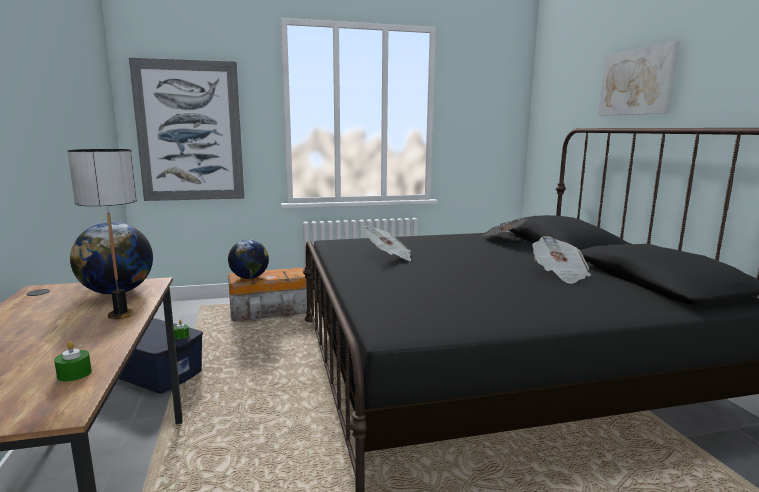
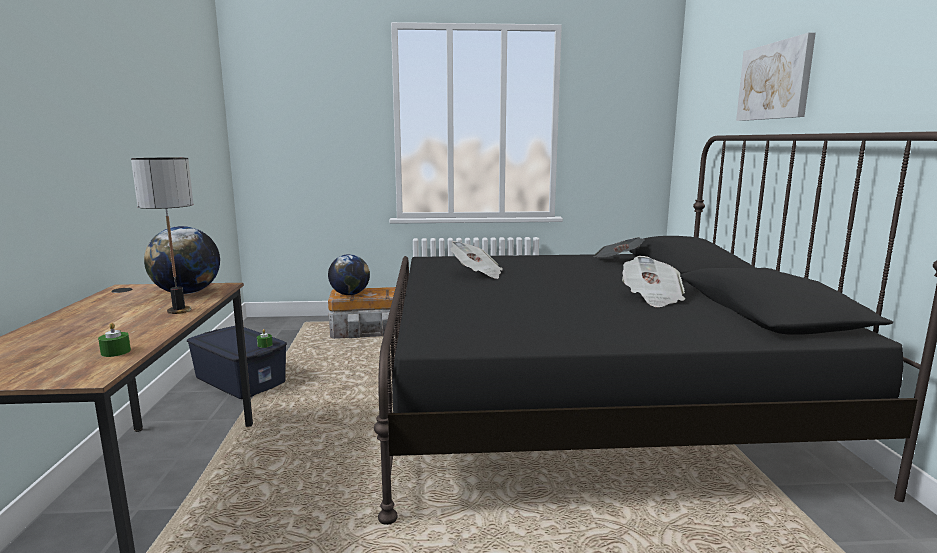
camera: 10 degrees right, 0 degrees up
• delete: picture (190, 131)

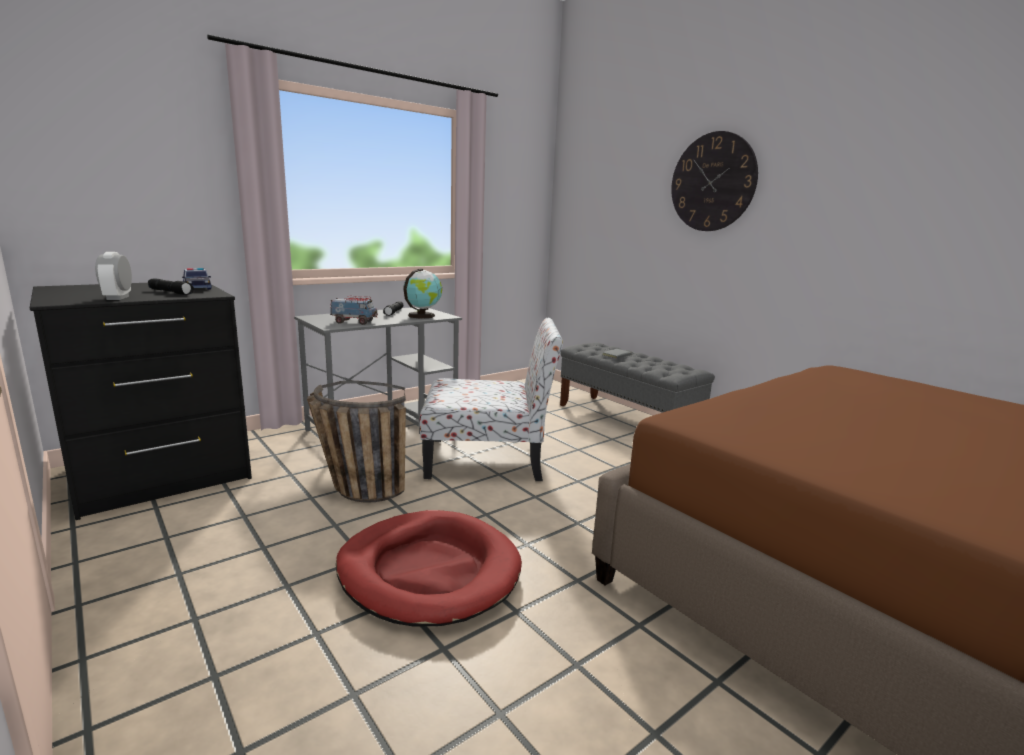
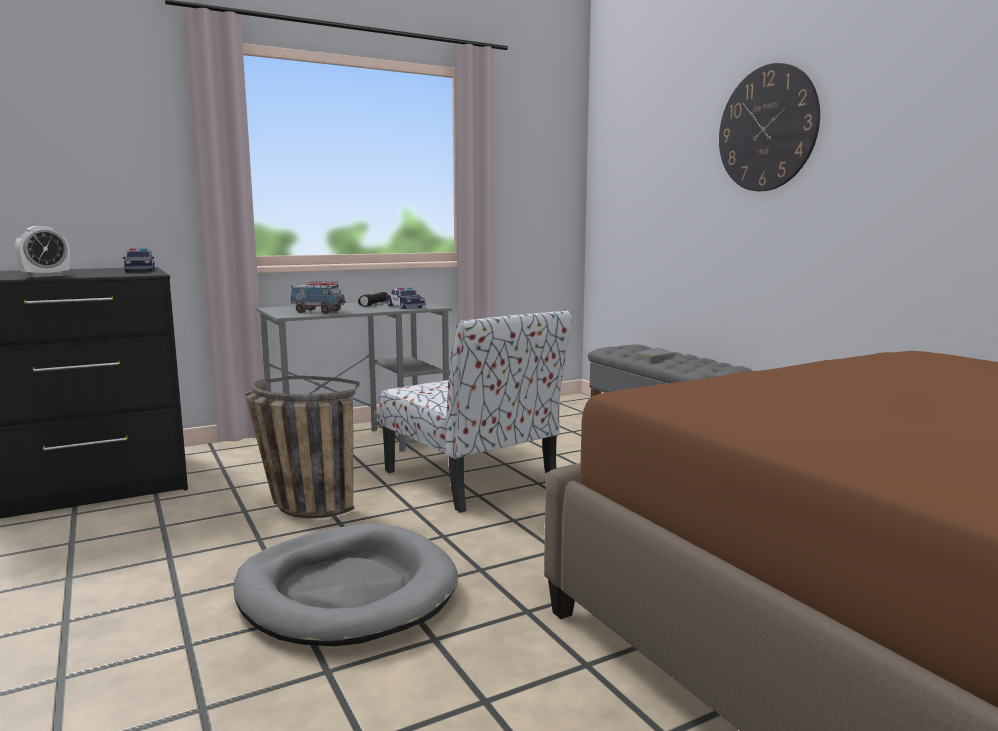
camera: 10 degrees right, 5 degrees down
• rotate: alarm clock (118, 298) = (45, 276) 135 degrees counterclockwise
• recolor: dog bed/red (429, 571) to dog bed/grey (346, 591)
• rotate: chair (488, 459) = (472, 479) 45 degrees clockwise
• replace: globe (422, 315) to toy car (405, 306)
• delete: flashlight/black (171, 292)

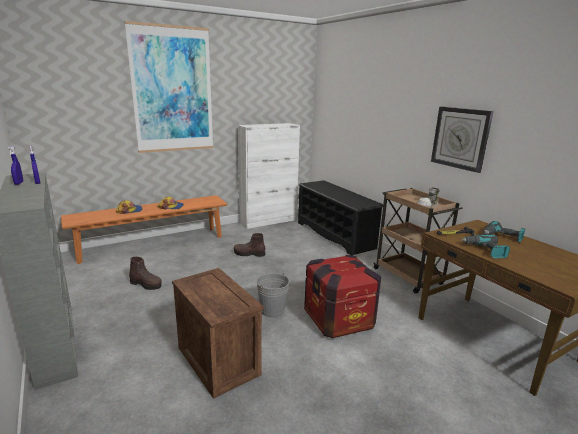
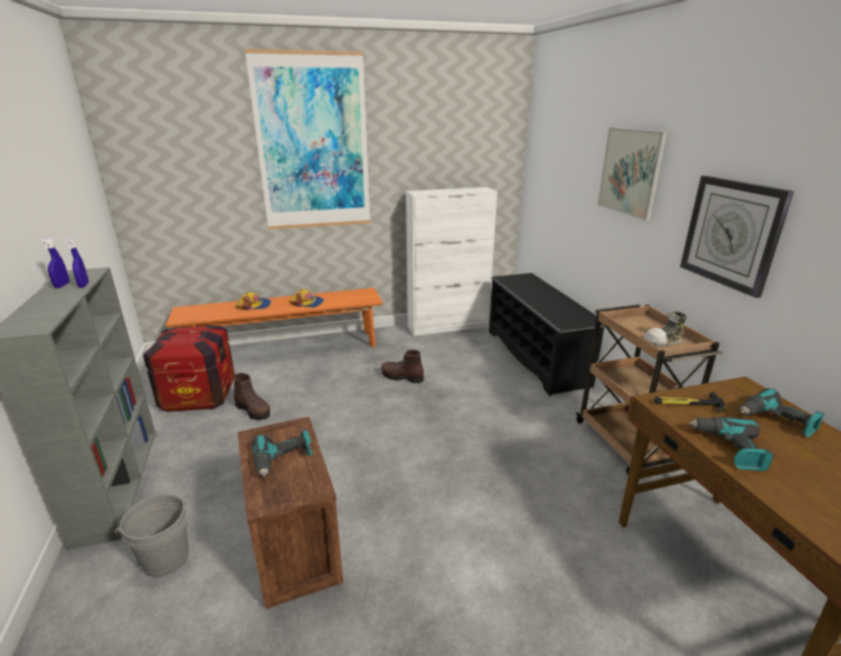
camera: 15 degrees right, 5 degrees up
• move: bucket/grey (272, 310) to (166, 559)
• move: crate (338, 320) to (199, 395)
• insert: power drill (283, 459)
• insert: picture (630, 172)

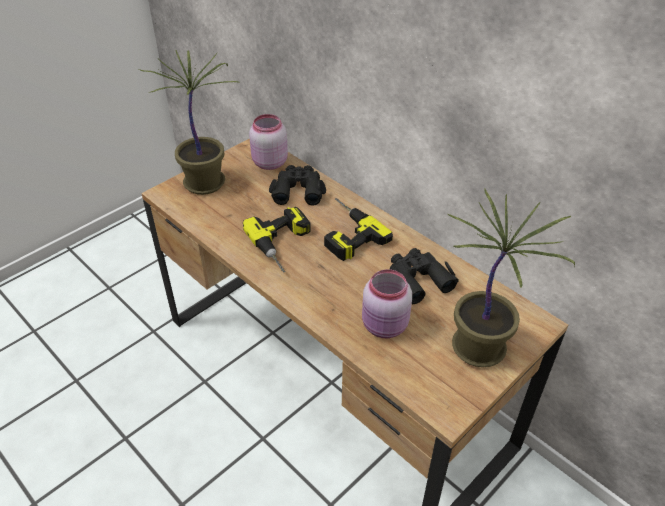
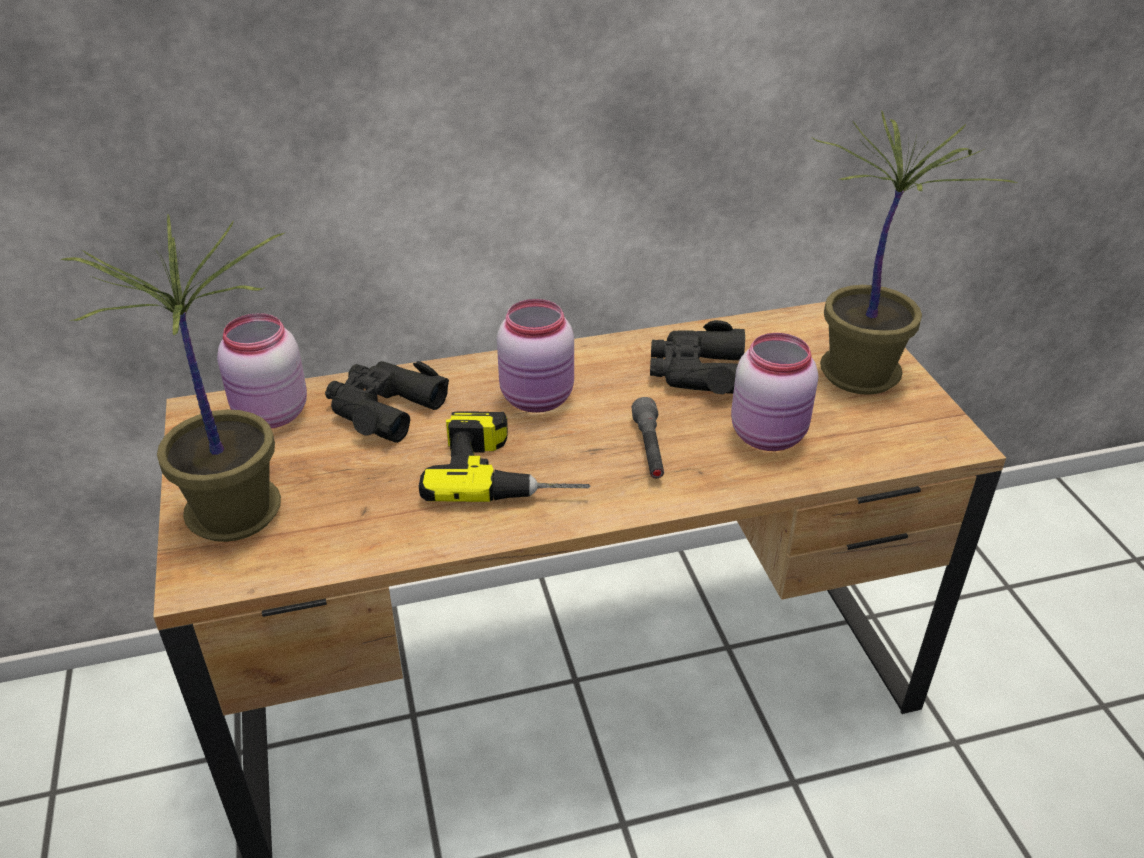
camera: 60 degrees left, 5 degrees down
• replace: power drill (345, 232) to jar/pink (539, 399)
• insert: flashlight/grey (649, 449)

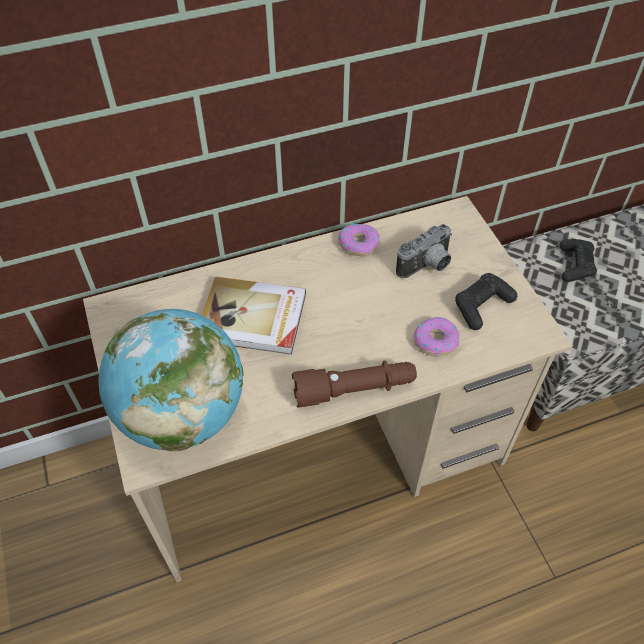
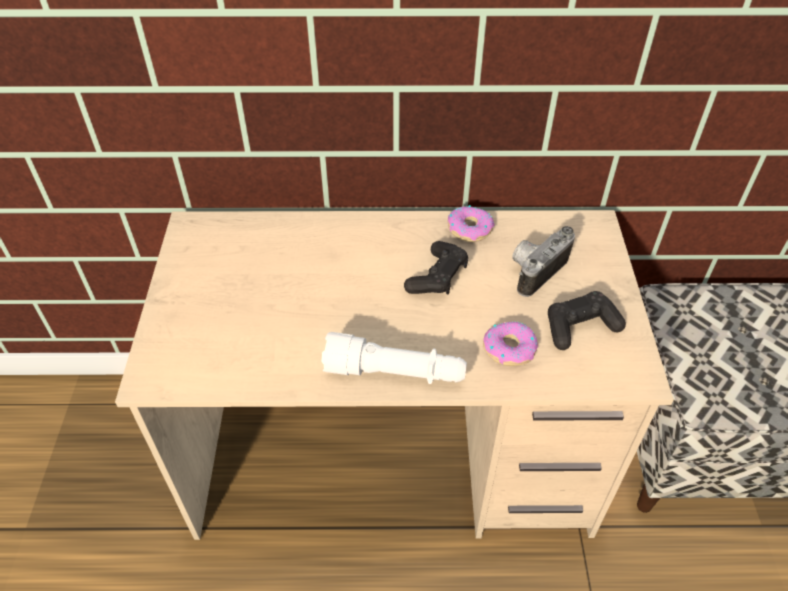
camera: 20 degrees right, 5 degrees down
• recolor: flashlight/brown (354, 389) to flashlight/white (395, 373)
• move: game controller/black (575, 265) to (437, 277)
• rotate: photo camera (427, 267) = (535, 270) 150 degrees clockwise
• delete: globe (183, 414)
• delete: book (253, 318)

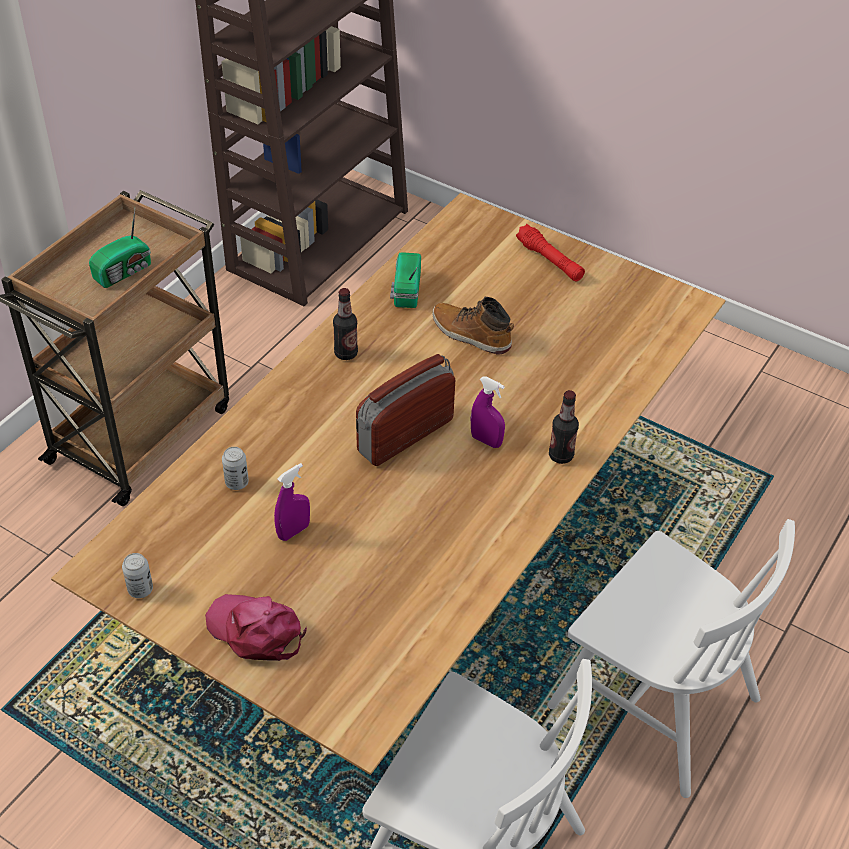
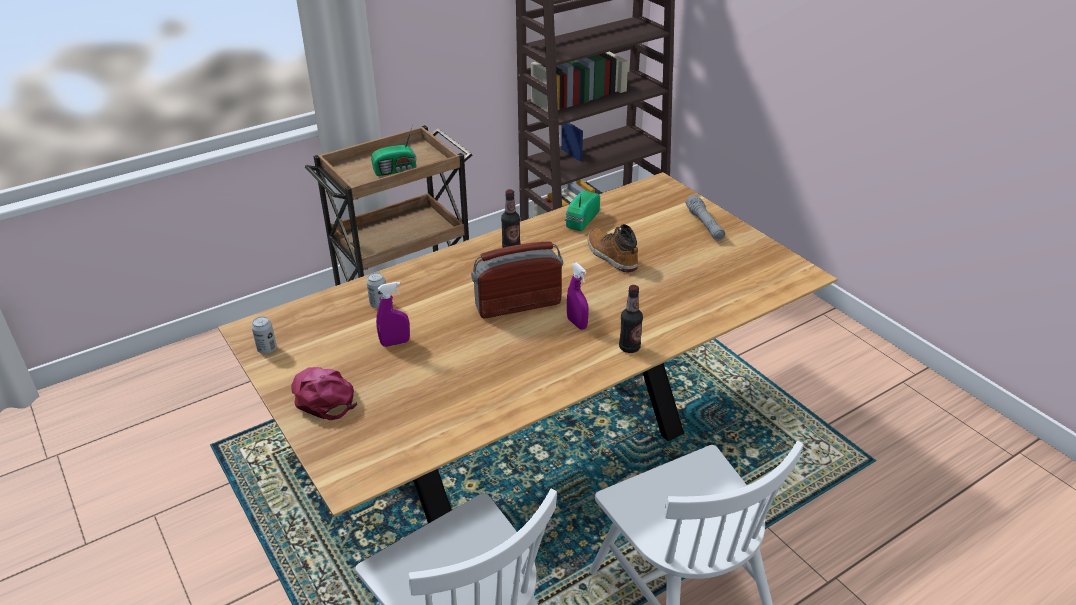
camera: 25 degrees right, 10 degrees down
• recolor: flashlight/red (549, 261) to flashlight/grey (704, 224)

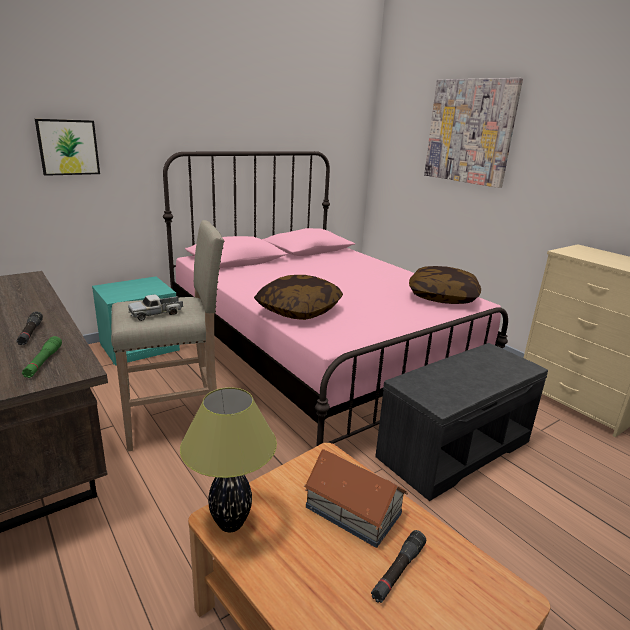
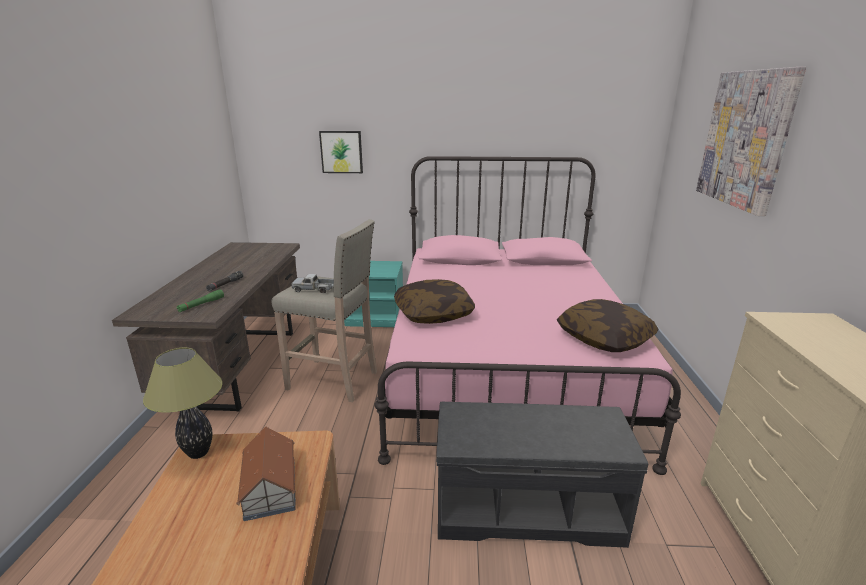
camera: 40 degrees right, 0 degrees up
• delete: flashlight/black (398, 571)

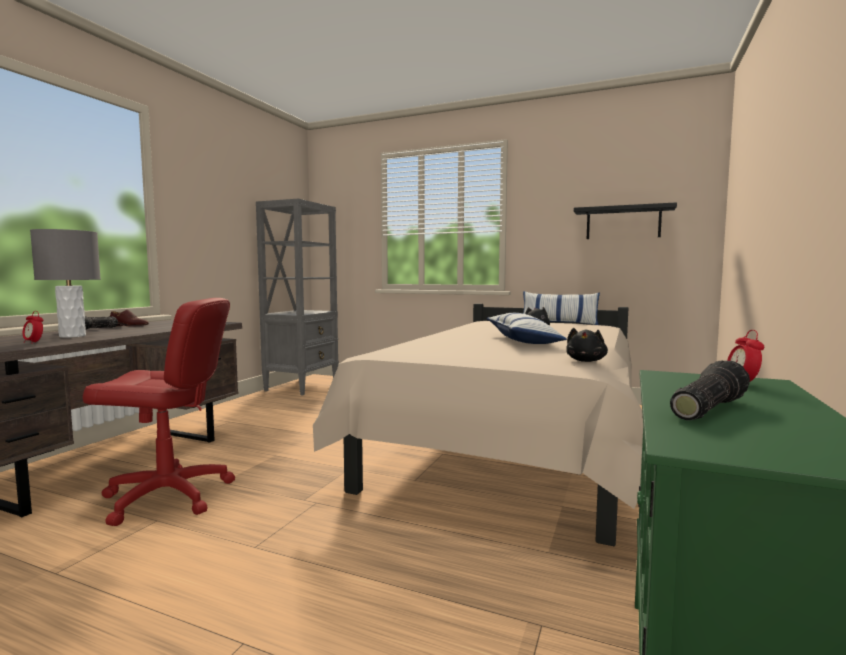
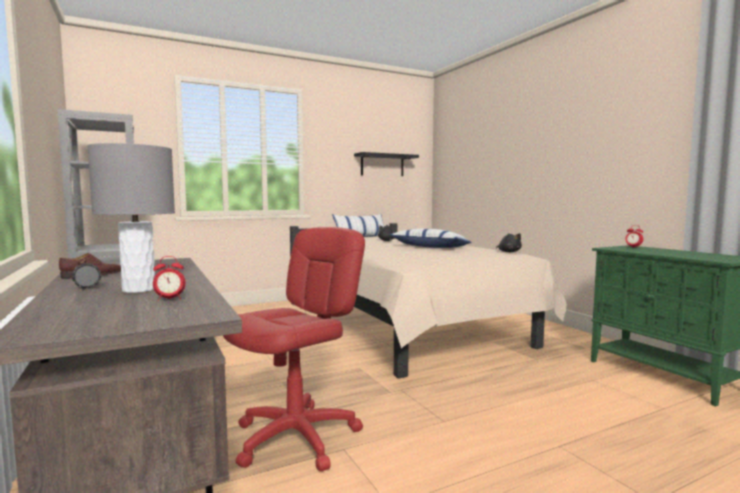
camera: 50 degrees left, 0 degrees up
• delete: flashlight (705, 408)

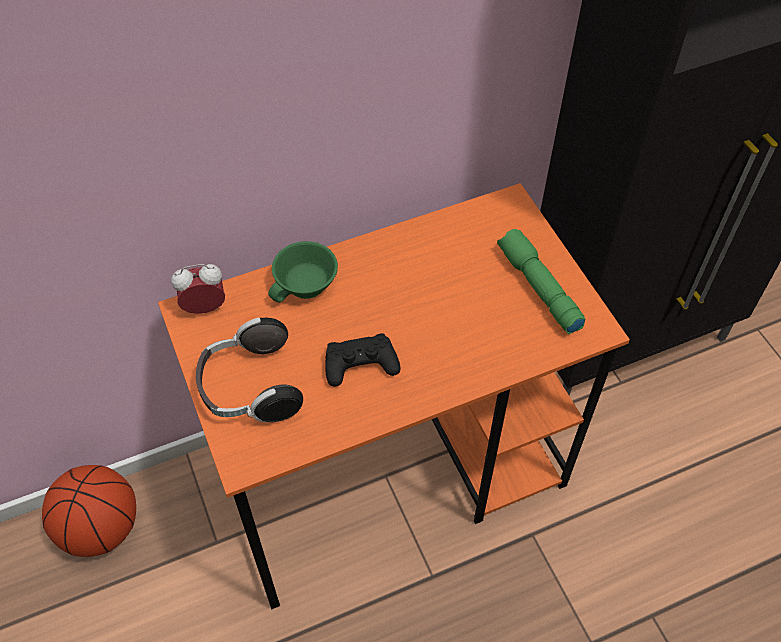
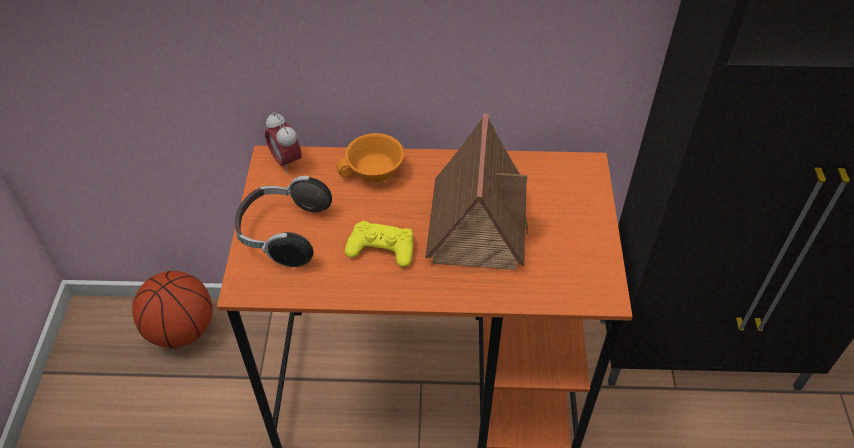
camera: 25 degrees right, 5 degrees down
• rotate: alarm clock (205, 307) = (286, 161) 135 degrees counterclockwise
• recolor: cup/green (306, 286) to cup/orange (374, 173)
• recolor: game controller/black (360, 364) to game controller/yellow (381, 248)
• insert: toy house (477, 222)
• delete: flashlight/green (537, 288)

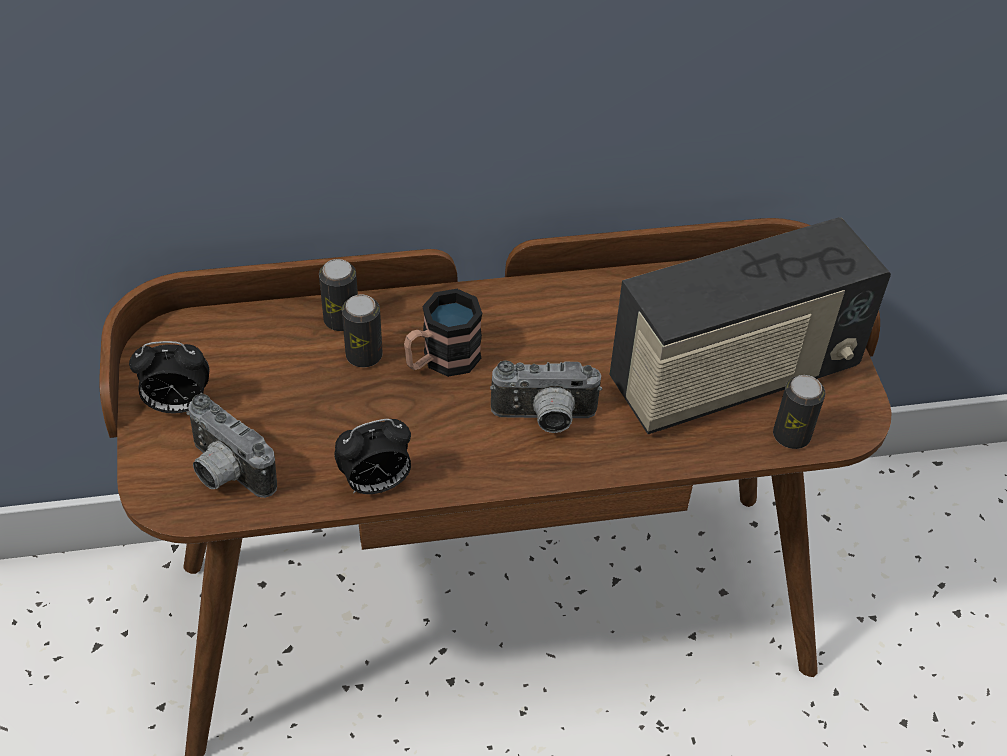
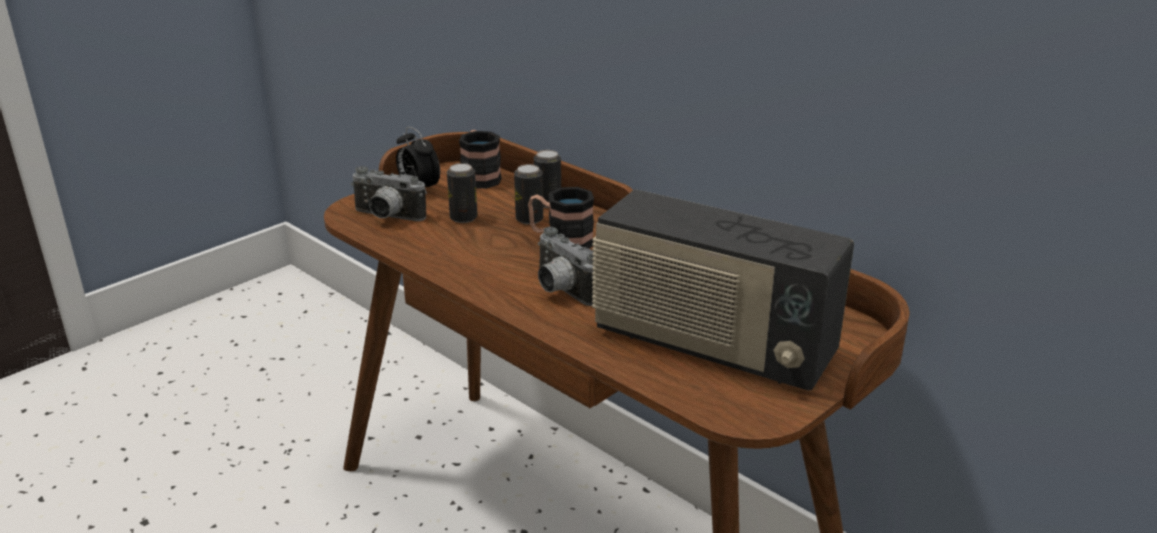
camera: 55 degrees right, 20 degrees down
• rotate: photo camera (225, 473) = (386, 218) 75 degrees counterclockwise
• move: can (791, 436) to (463, 218)
• insert: mug (479, 177)
• delete: alarm clock (376, 484)

